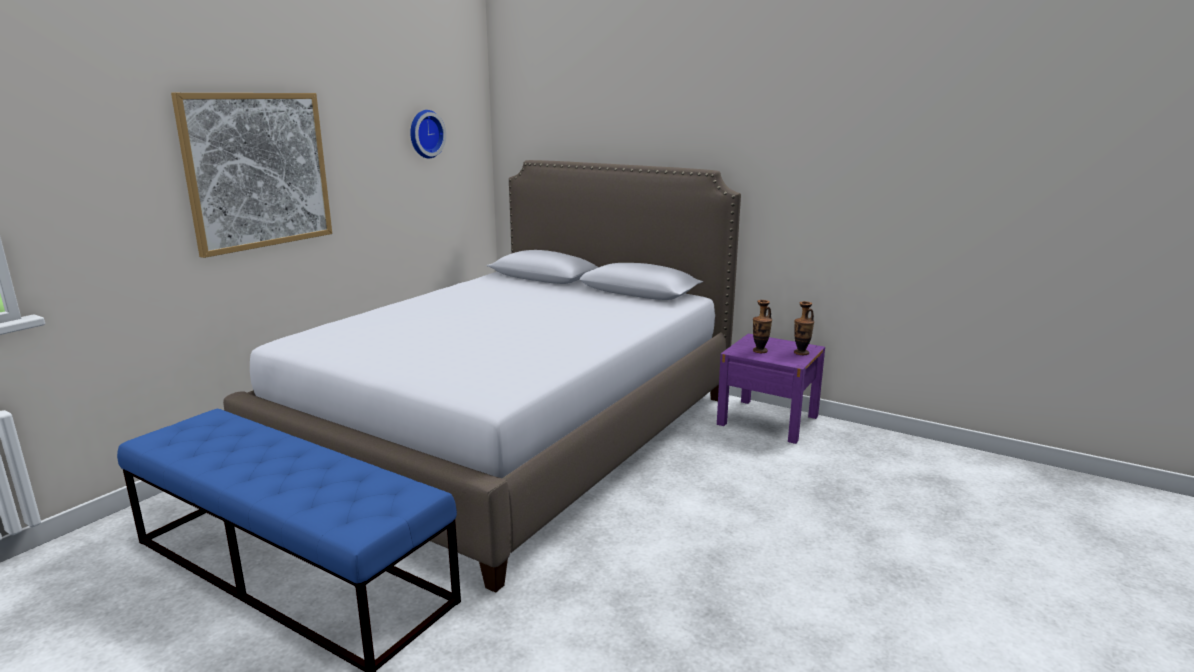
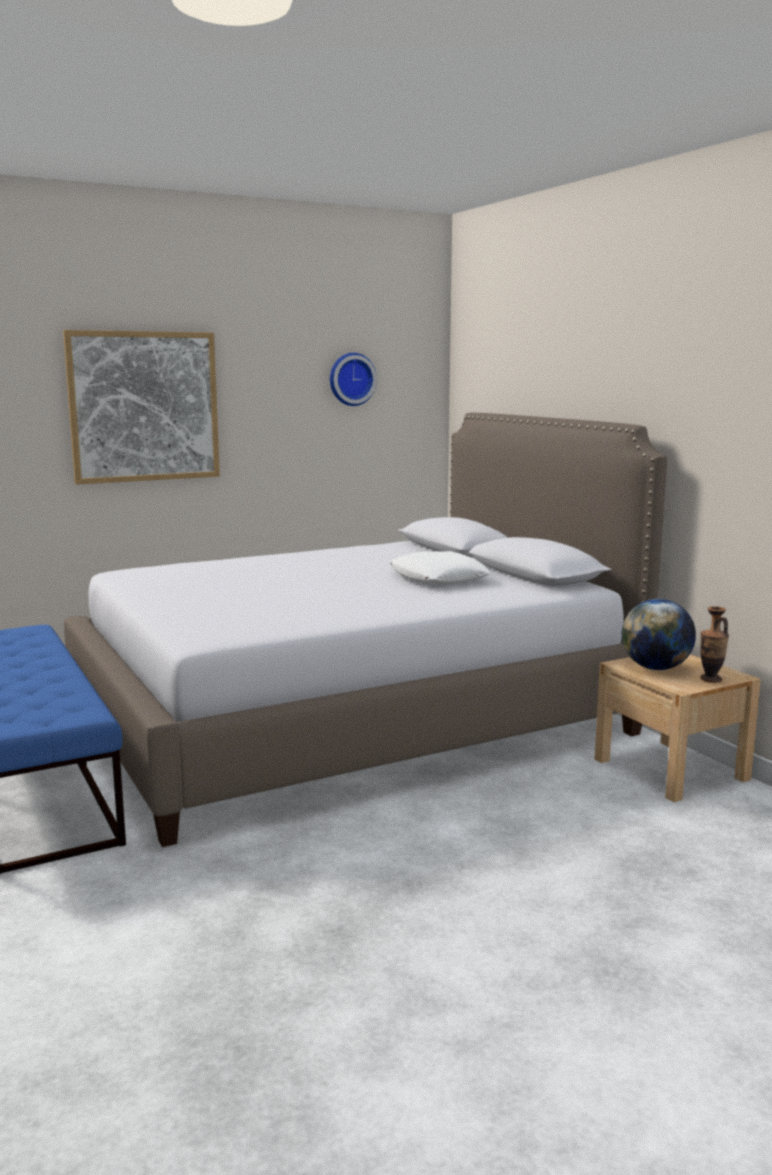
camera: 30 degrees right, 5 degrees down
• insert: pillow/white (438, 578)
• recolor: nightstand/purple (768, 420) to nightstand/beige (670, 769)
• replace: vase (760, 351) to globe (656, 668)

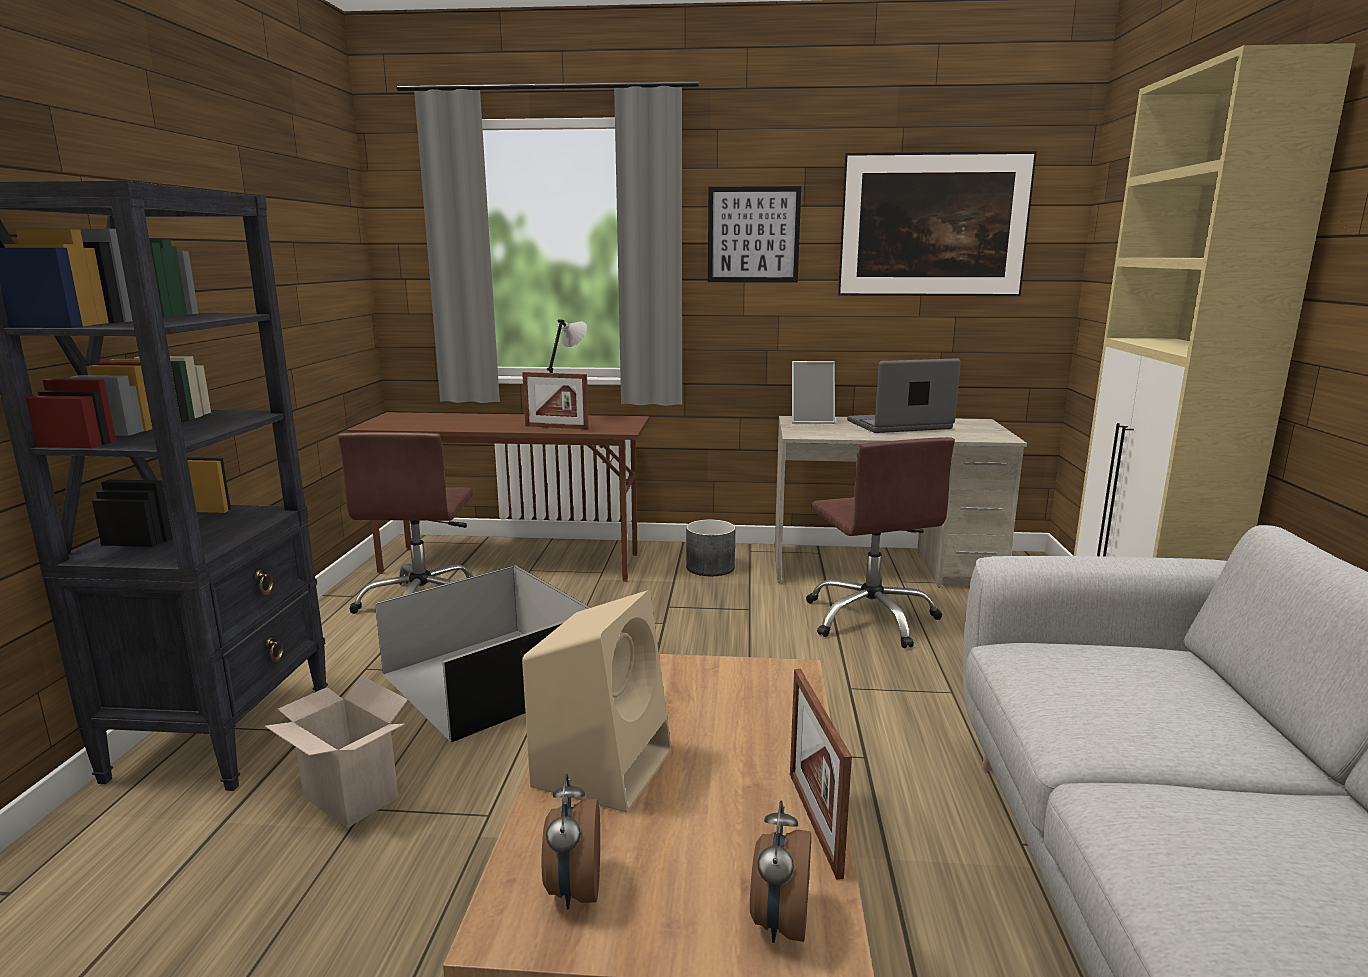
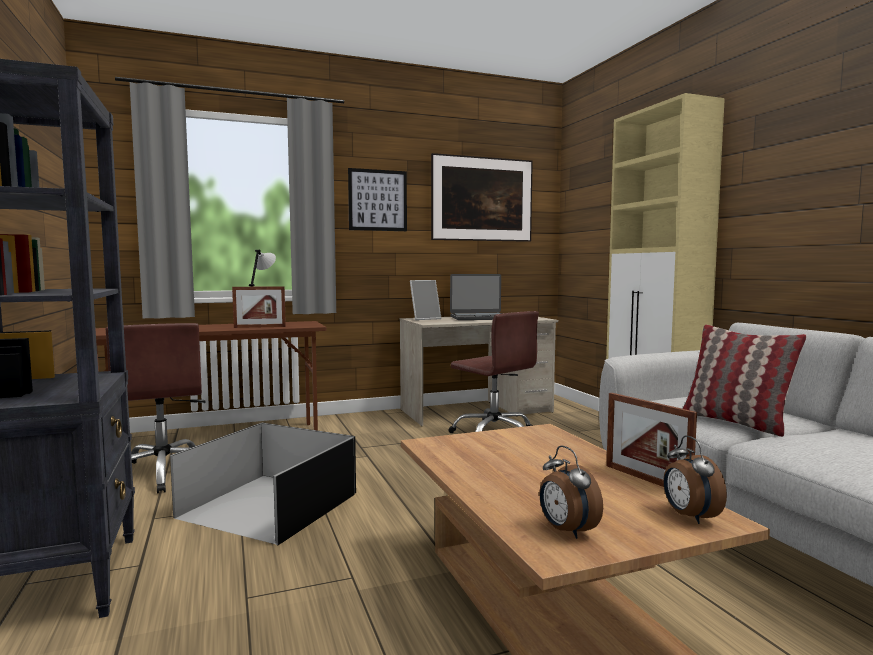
camera: 25 degrees left, 10 degrees down
• rotate: laptop (899, 425) = (479, 318) 150 degrees counterclockwise
• insert: pillow (735, 422)
• delete: cardboard box (347, 797)
• delete: speaker/beige (603, 765)
• delete: planter/grey (710, 568)

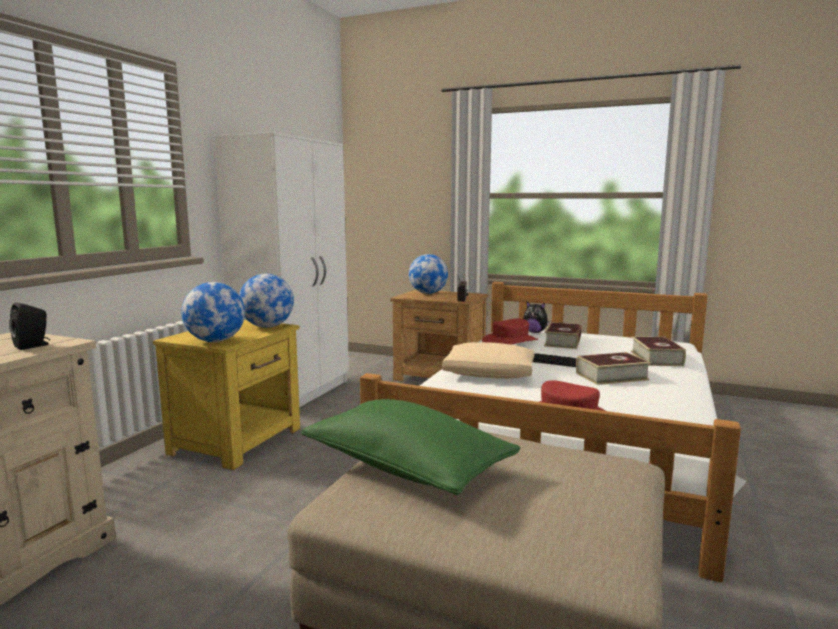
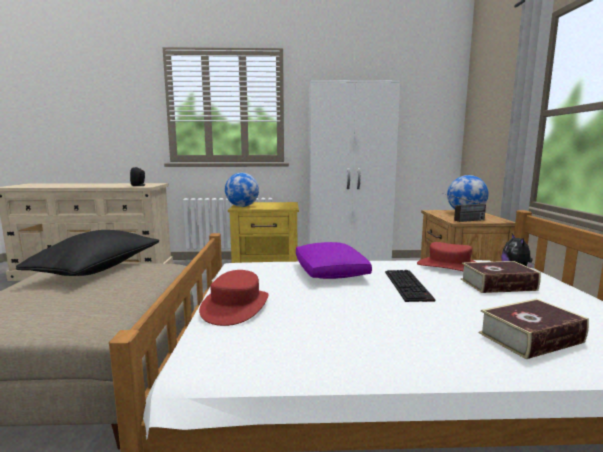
camera: 65 degrees right, 0 degrees up
• recolor: pillow/green (407, 468) to pillow/black (98, 269)
• recolor: pillow/beige (490, 373) to pillow/purple (330, 272)
• delete: globe (267, 327)
• delete: book (611, 376)

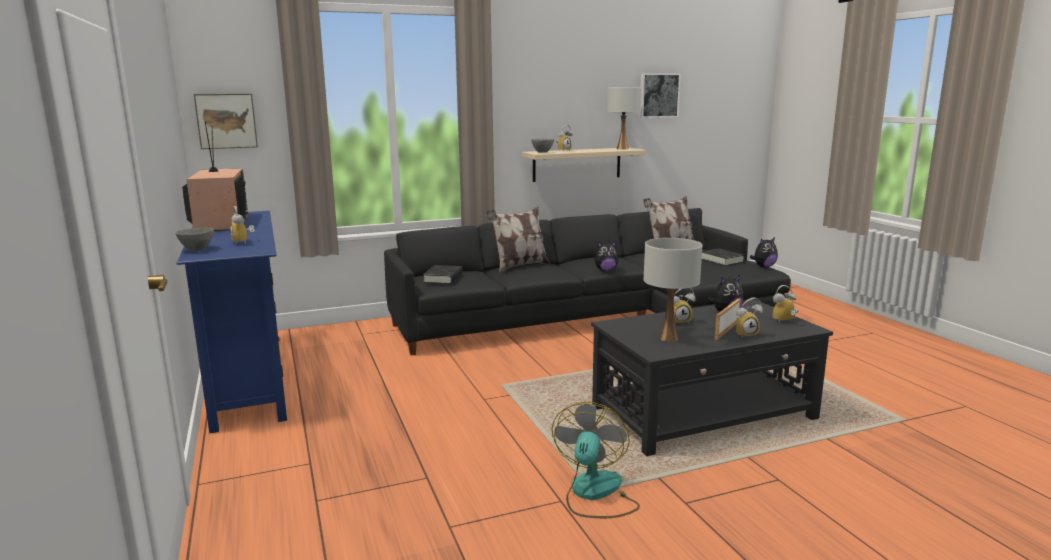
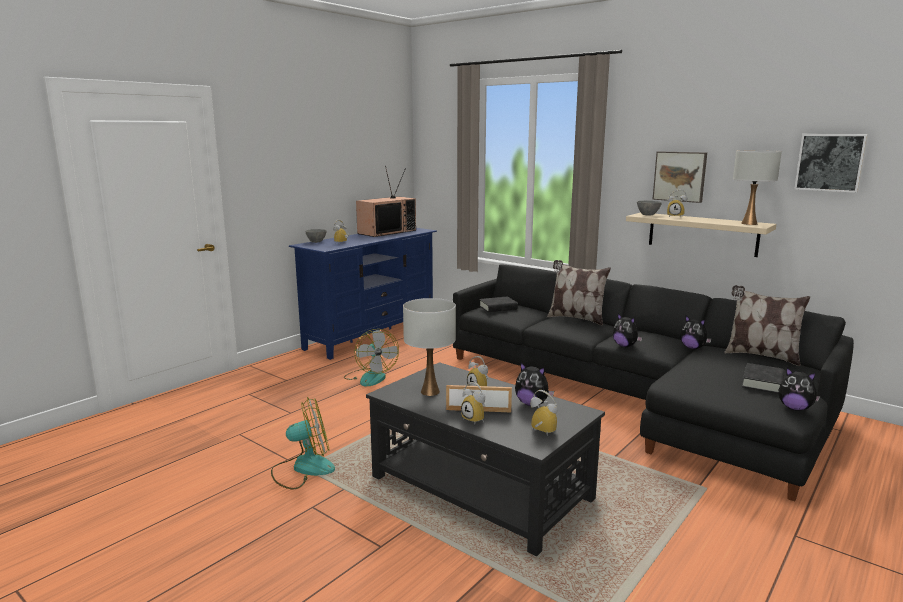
camera: 60 degrees right, 0 degrees up
• insert: fan (370, 377)
• move: picture (226, 121) to (680, 176)
• insert: plush toy (693, 348)

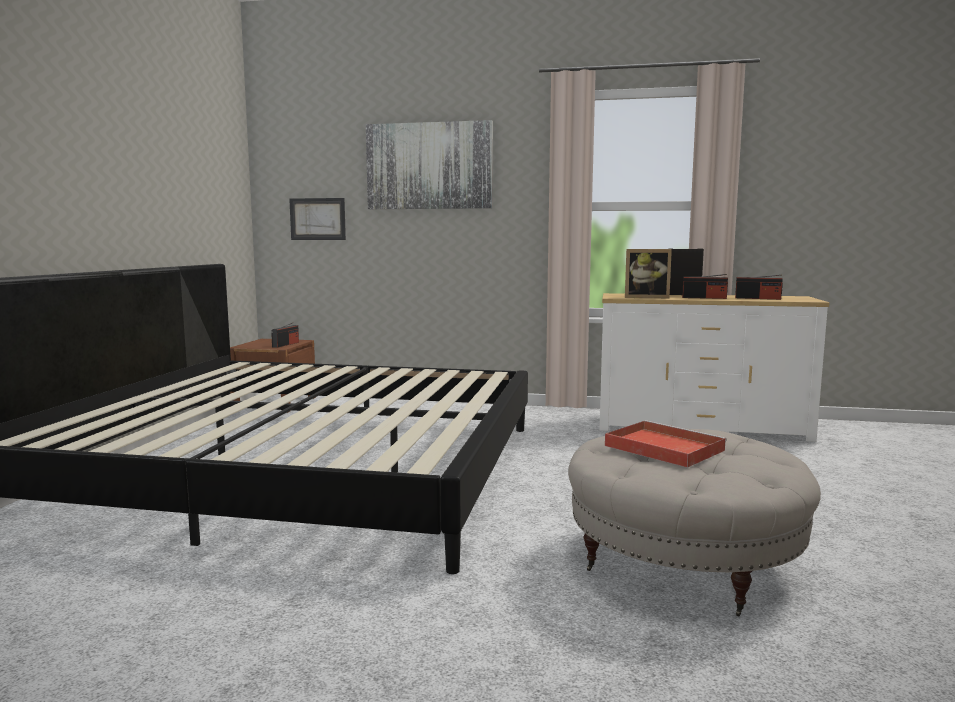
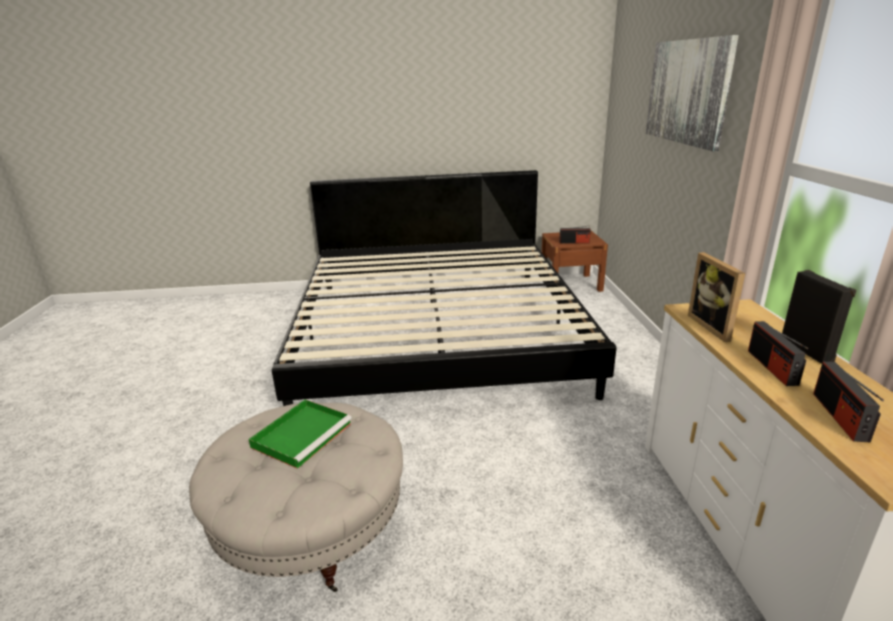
camera: 75 degrees right, 15 degrees up
• recolor: tray/red (662, 447) to tray/green (303, 434)
• delete: picture (317, 219)

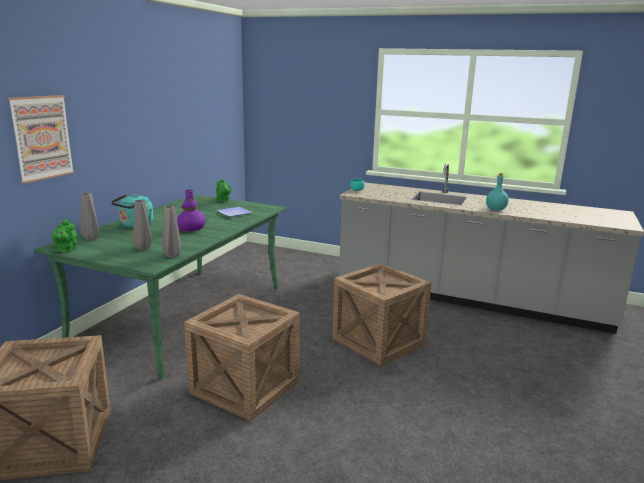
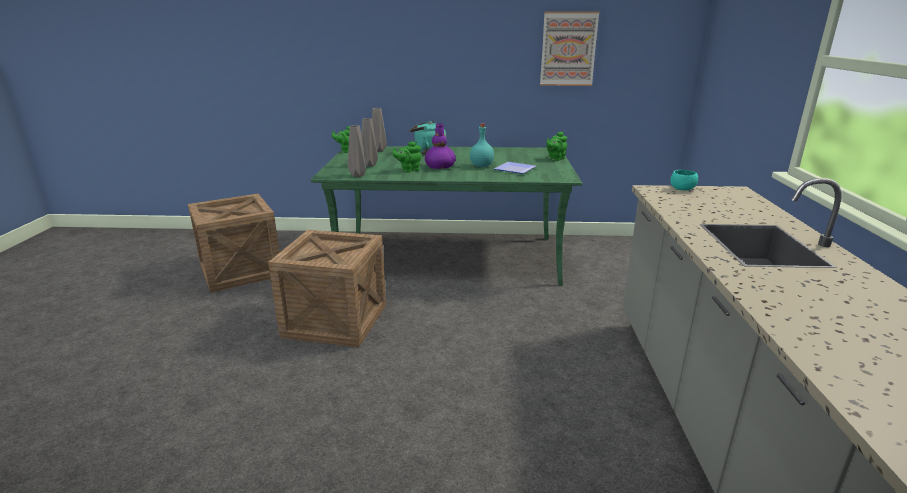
camera: 70 degrees right, 5 degrees up
• insert: teapot/green (408, 170)
• move: bottle/turquoise (496, 210) to (481, 166)
• move: picture (42, 137) to (568, 49)
• delete: crate (378, 341)

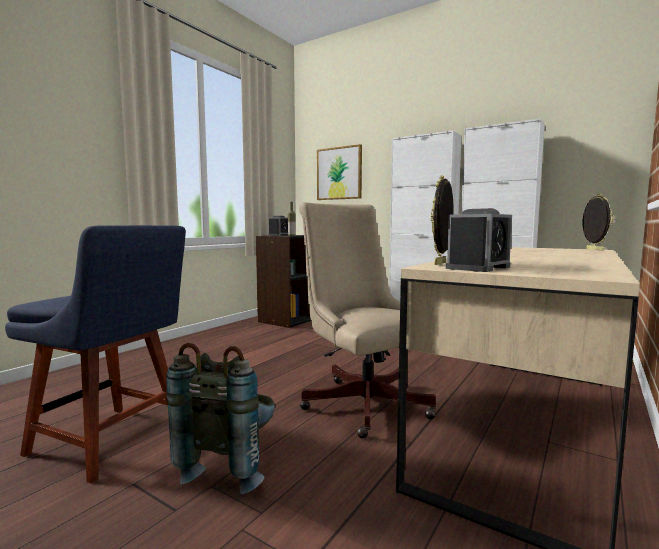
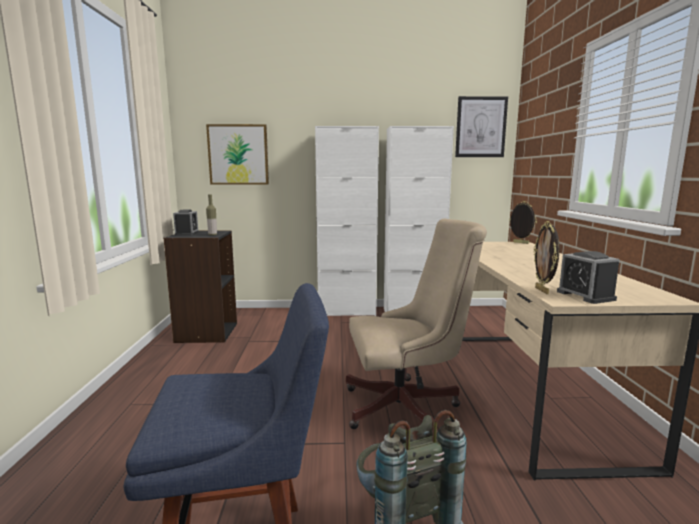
camera: 35 degrees left, 5 degrees up
• rotate: office chair/beige (363, 401) = (408, 408) 150 degrees clockwise
• insert: picture (480, 127)
• rotate: alarm clock (478, 268) = (585, 295) 150 degrees clockwise

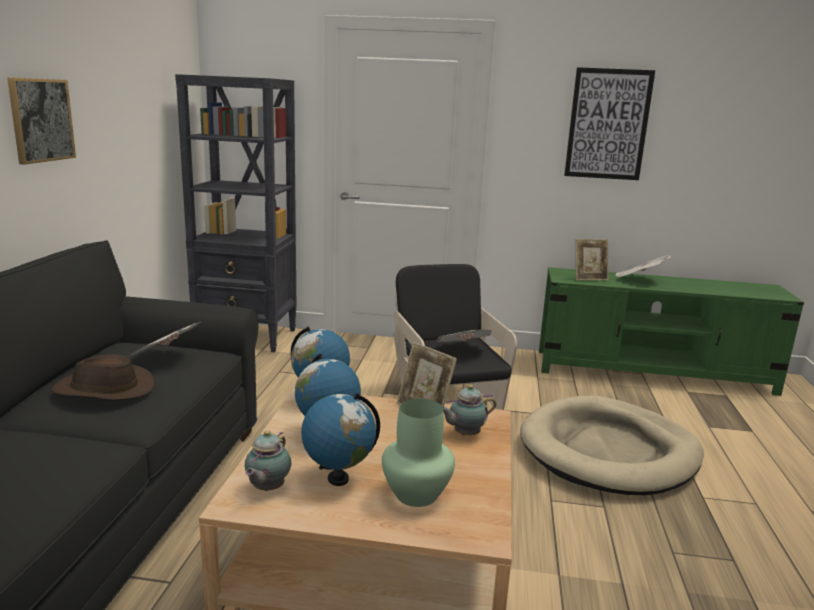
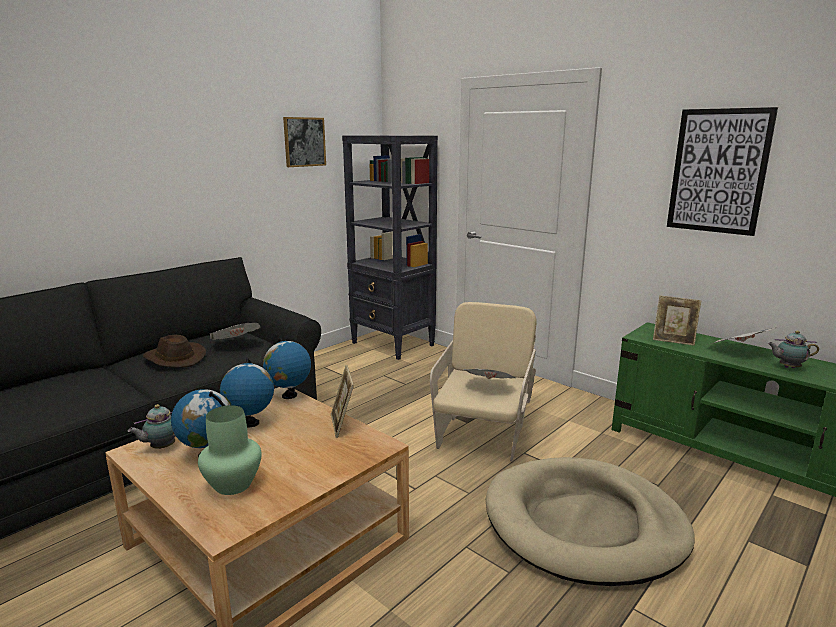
camera: 35 degrees right, 0 degrees up
• move: picture (41, 120) to (304, 142)
• recolor: armchair/black (447, 403) to armchair/beige (482, 433)
• move: teapot (465, 434) to (787, 367)

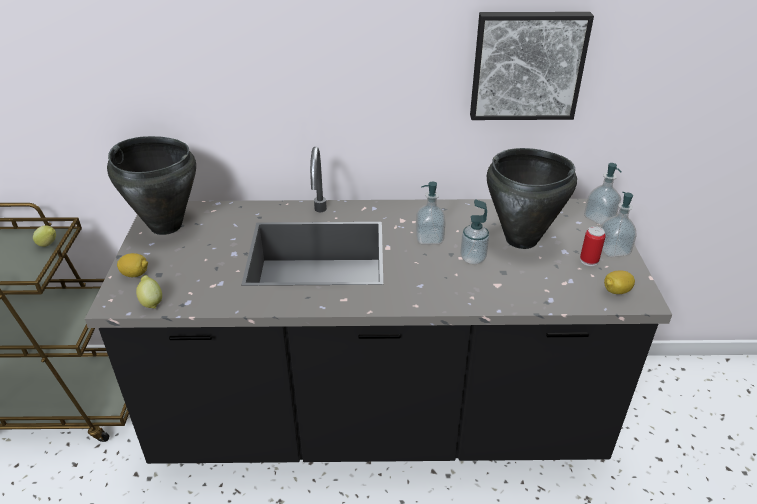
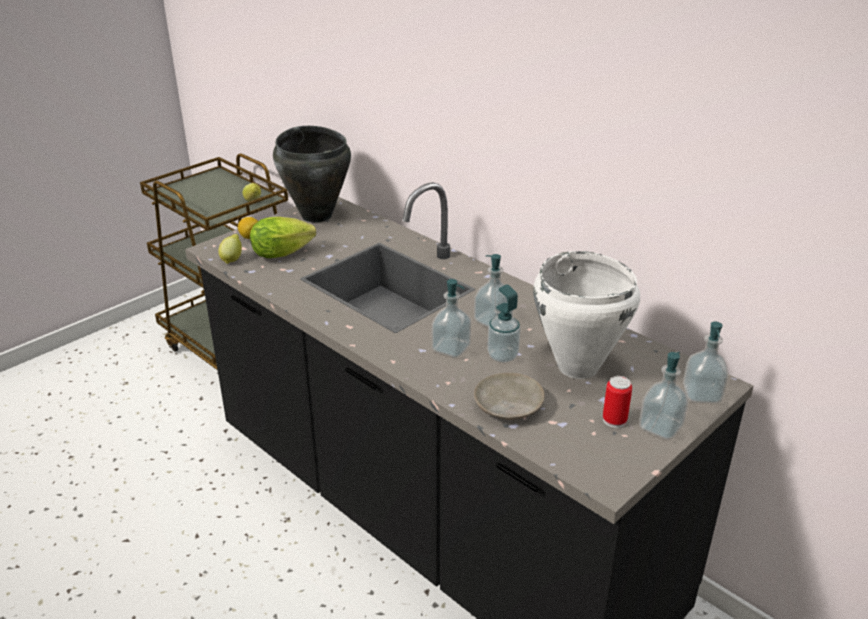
camera: 45 degrees right, 5 degrees down
• insert: lettuce (285, 253)
• insert: soap dispenser (451, 348)
• insert: plate/beige (508, 406)
• recolor: cooking pot/black (521, 240) to cooking pot/white (577, 367)
• delete: picture (527, 65)
• delete: lemon (616, 291)

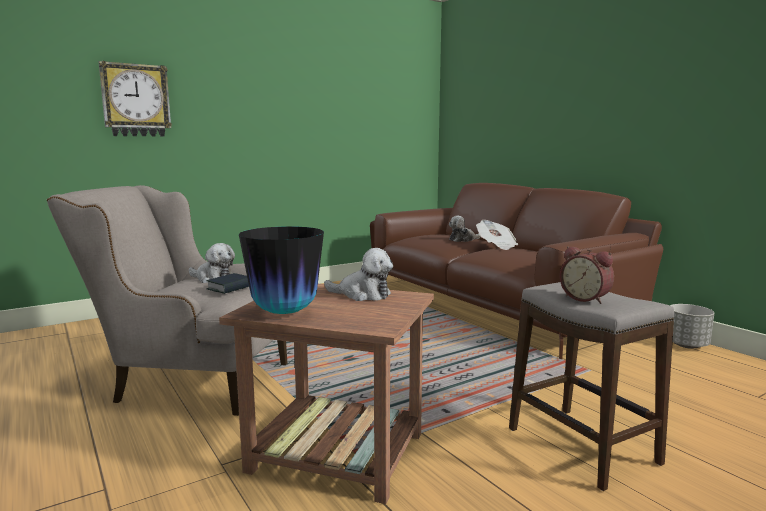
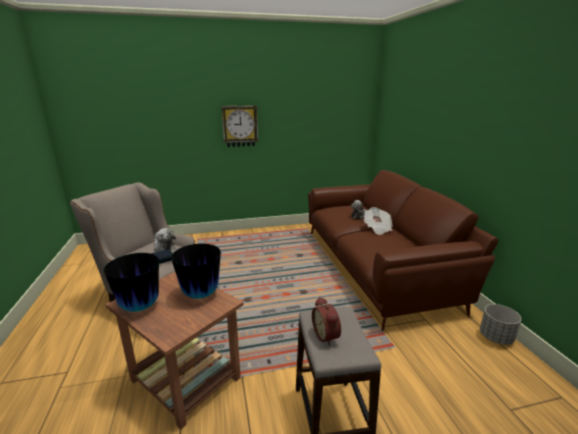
camera: 20 degrees right, 10 degrees up
• replace: plush toy (362, 294) to vase (200, 294)
• move: wall clock (136, 100) to (240, 126)

